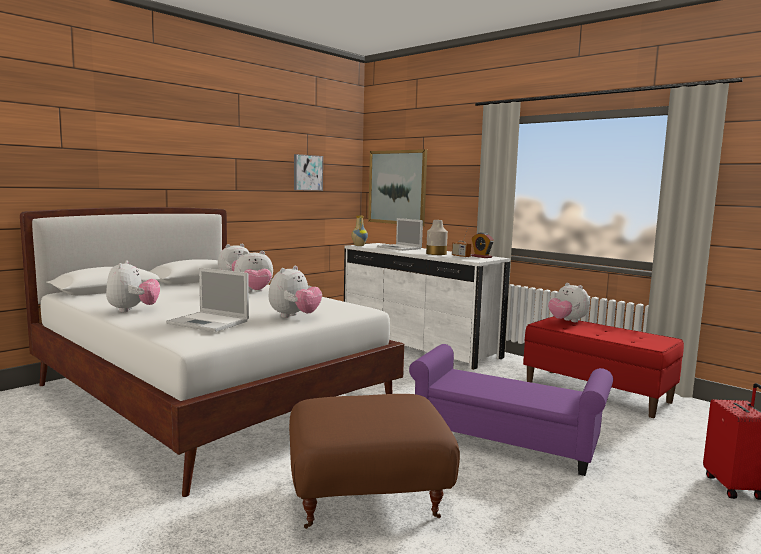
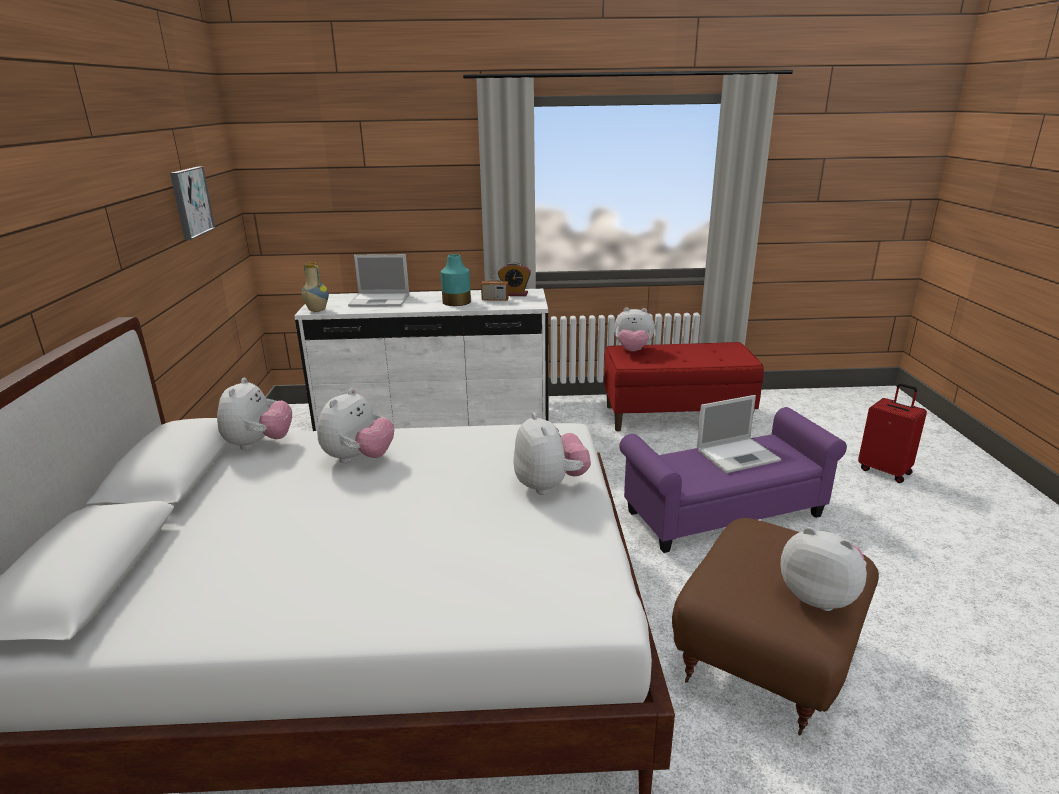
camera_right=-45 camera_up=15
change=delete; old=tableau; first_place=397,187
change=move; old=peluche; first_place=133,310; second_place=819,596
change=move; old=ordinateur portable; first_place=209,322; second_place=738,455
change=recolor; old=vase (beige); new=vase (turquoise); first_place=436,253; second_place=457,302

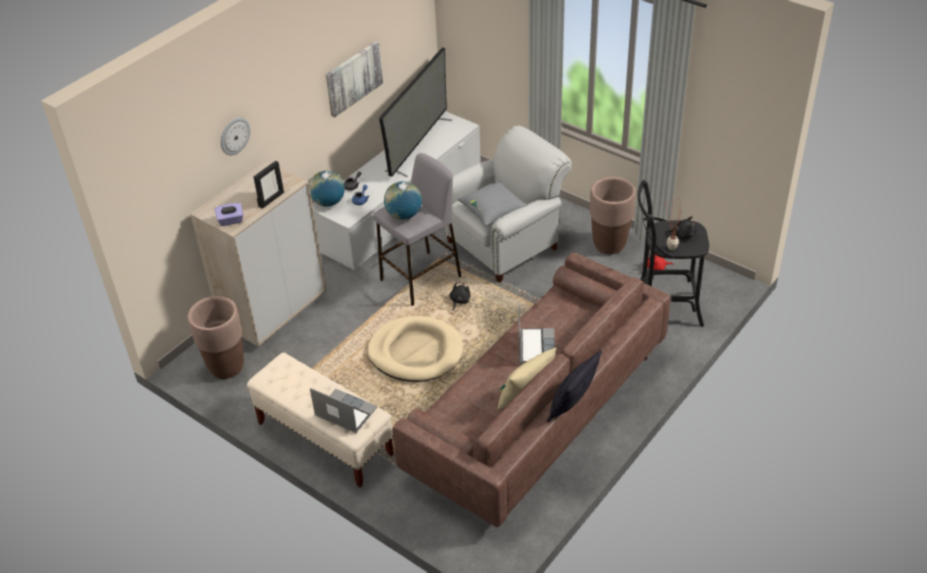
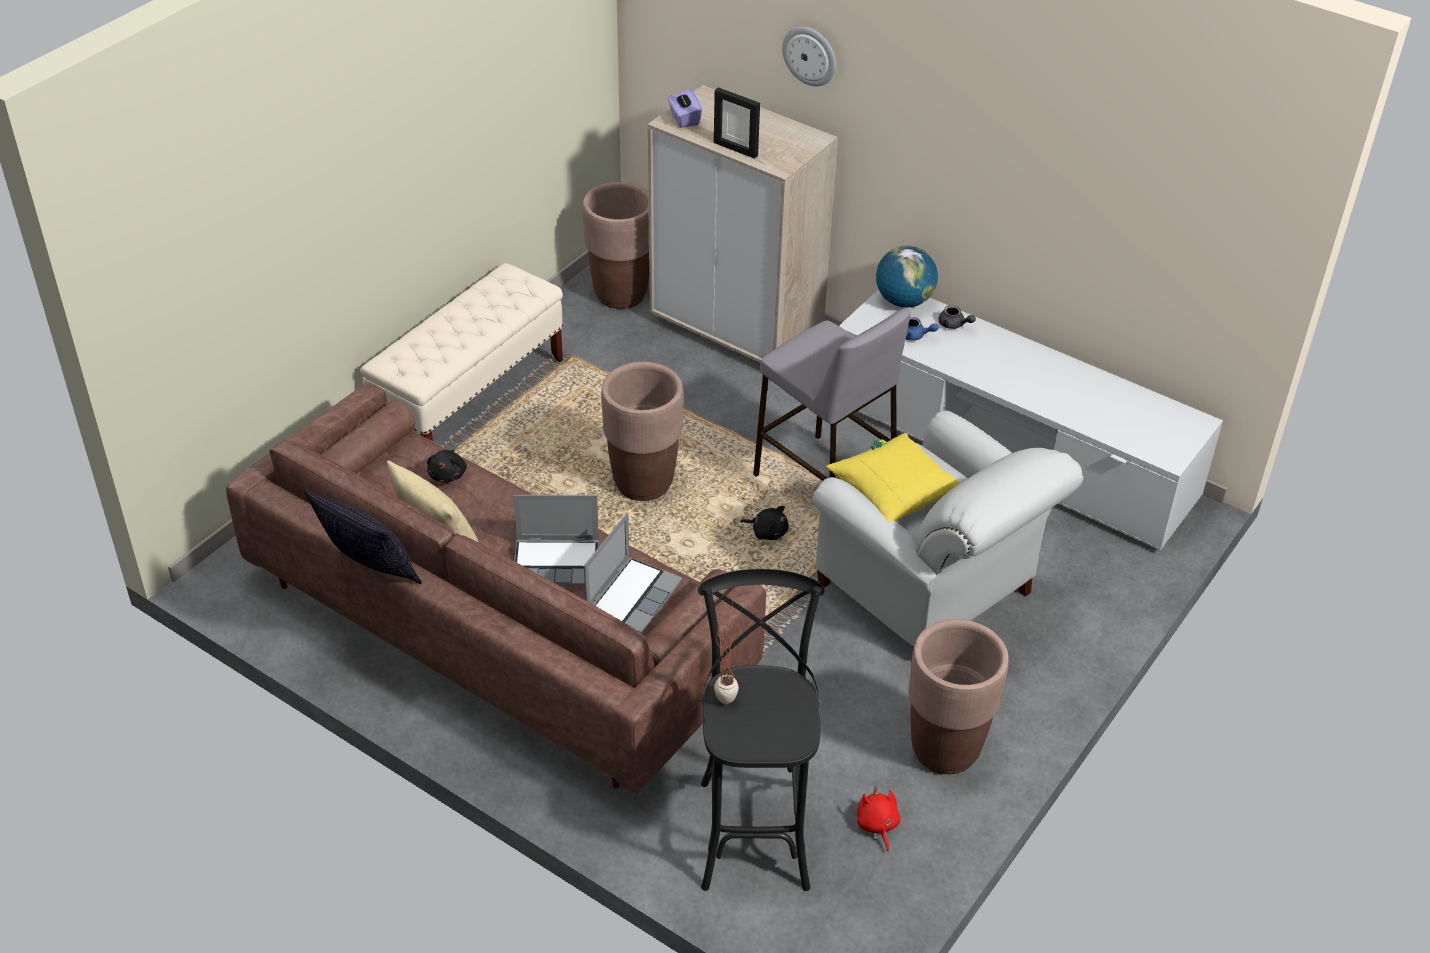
camera_right=85 camera_up=0
change=delete; old=tableau; first_place=353,78
change=delete; old=téléviseur; first_place=418,145
change=delete; old=globe; first_place=404,215
change=move; old=ordinateur portable; first_place=344,412; second_place=633,596
change=move; old=peluche (noir); first_place=682,234; second_place=448,474
change=replace; old=panier pour chien (beige); new=cache-pot (marron); first_place=415,352; second_place=643,483
change=recolor; old=coussin (gris); new=coussin (jaune); first_place=493,211; second_place=894,493

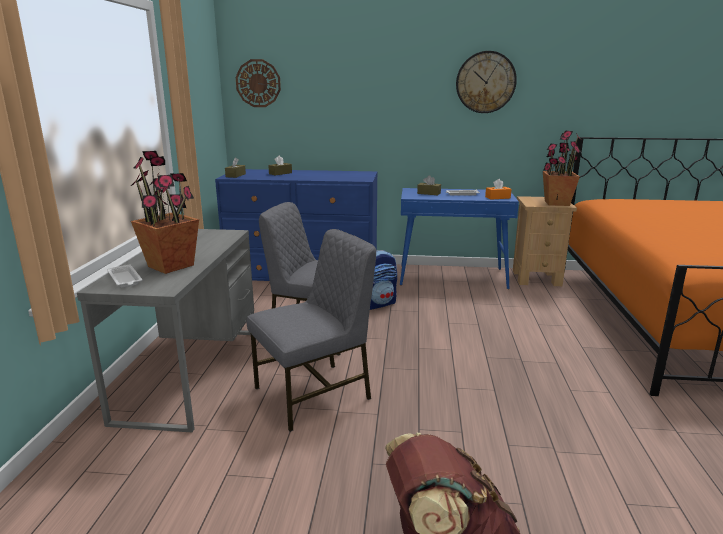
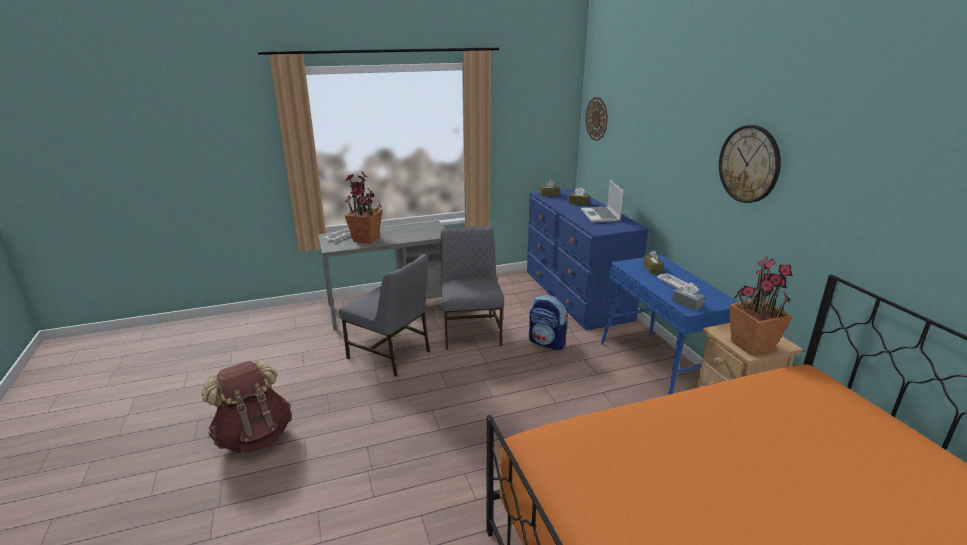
camera_right=65 camera_up=5
change=insert; new=ordinateur portable; second_place=601,216
change=recolor; old=boîte à mouchoirs (orange); new=boîte à mouchoirs (gris); first_place=497,197; second_place=687,303

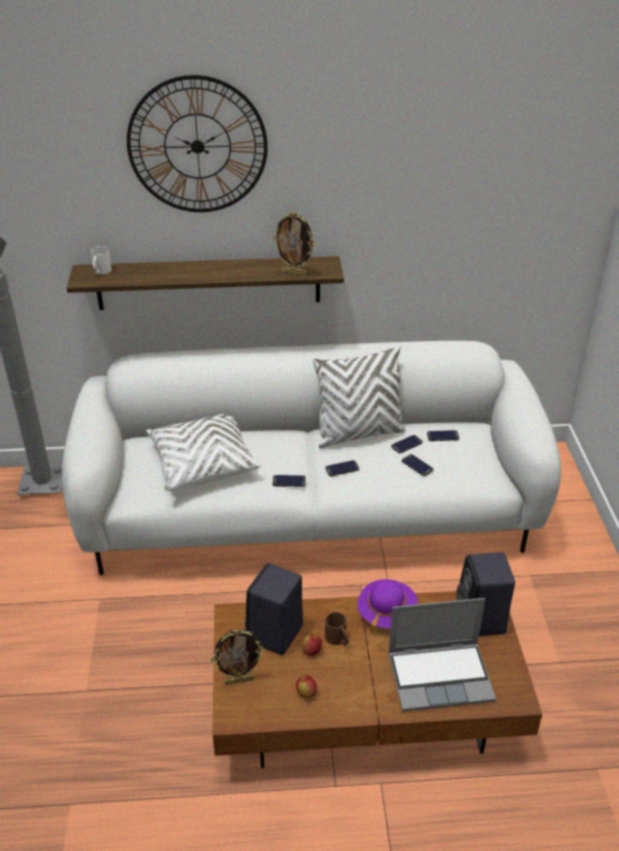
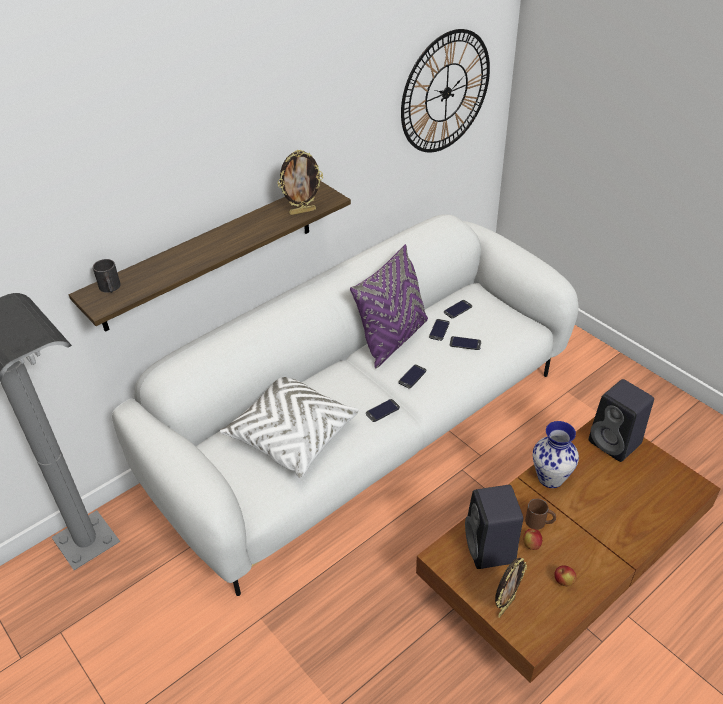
camera_right=-35 camera_up=5
change=delete; old=ordinateur portable; first_place=441,676
change=move; old=horloge murale; first_place=197,146; second_place=446,92
change=replace; old=chapeau (violet); new=vase; first_place=386,613; second_place=550,478
change=recolor; old=mug (blanc); new=mug (noir); first_place=100,271; second_place=110,288
change=recolor; old=coussin (blanc); new=coussin (violet); first_place=358,433; second_place=393,339

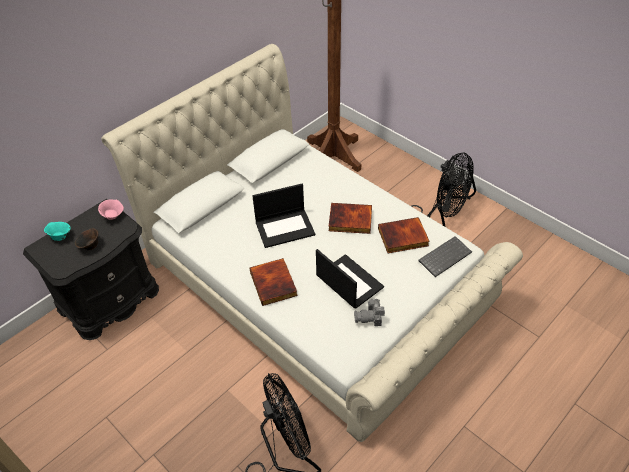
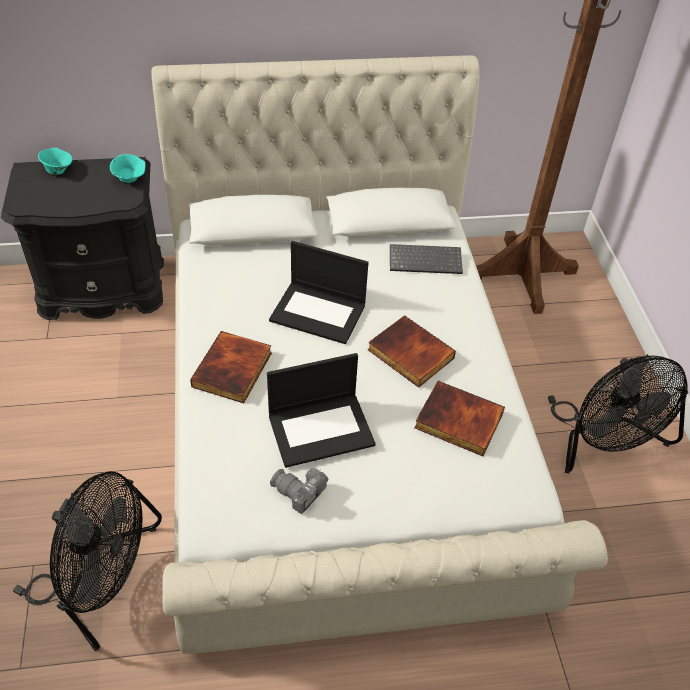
camera_right=35 camera_up=0
change=delete; old=bol (marron); first_place=90,246
change=move; old=clavier; first_place=444,256; second_place=426,260
change=recolor; old=bol (rose); new=bol (turquoise); first_place=113,216; second_place=130,179
change=rotate; old=ordinateur portable; first_place=348,281; second_place=321,429; degrees=75

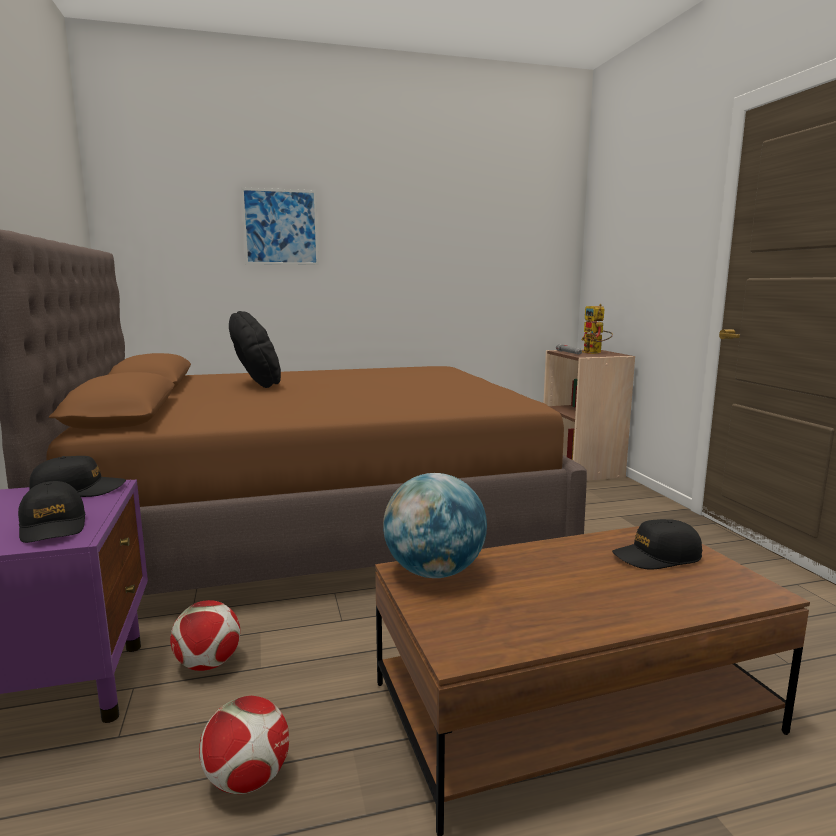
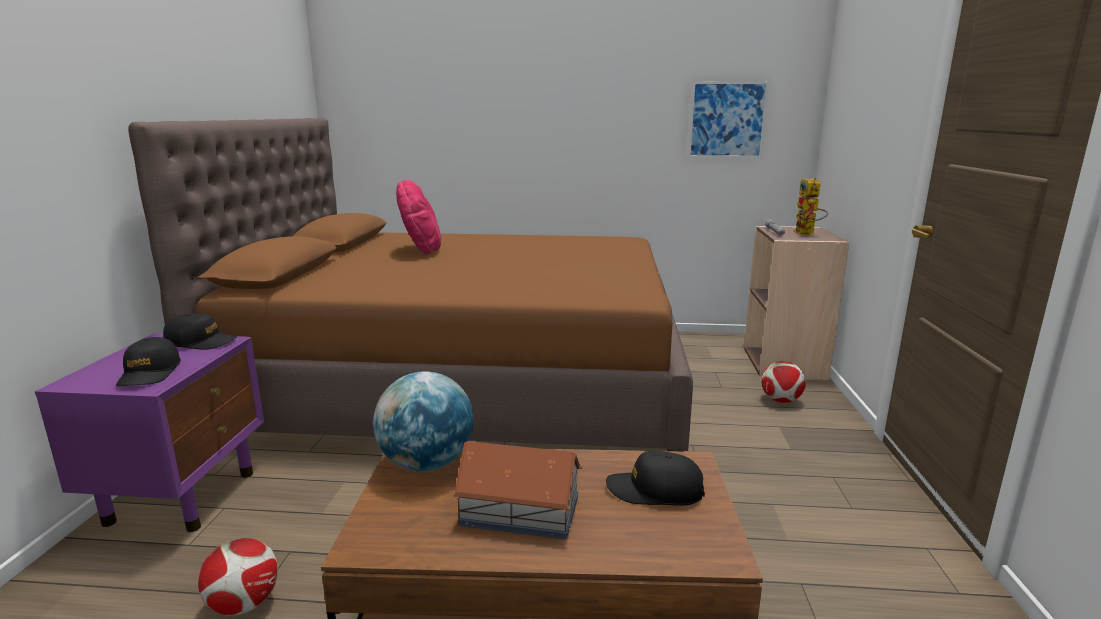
camera_right=20 camera_up=5
change=insert; new=maison miniature; second_place=519,510
change=move; old=ballon de foot; first_place=208,664; second_place=780,400
change=move; old=tableau; first_place=280,227; second_place=727,120
change=recolor; old=coussin (noir); new=coussin (rose); first_place=256,386; second_place=421,251

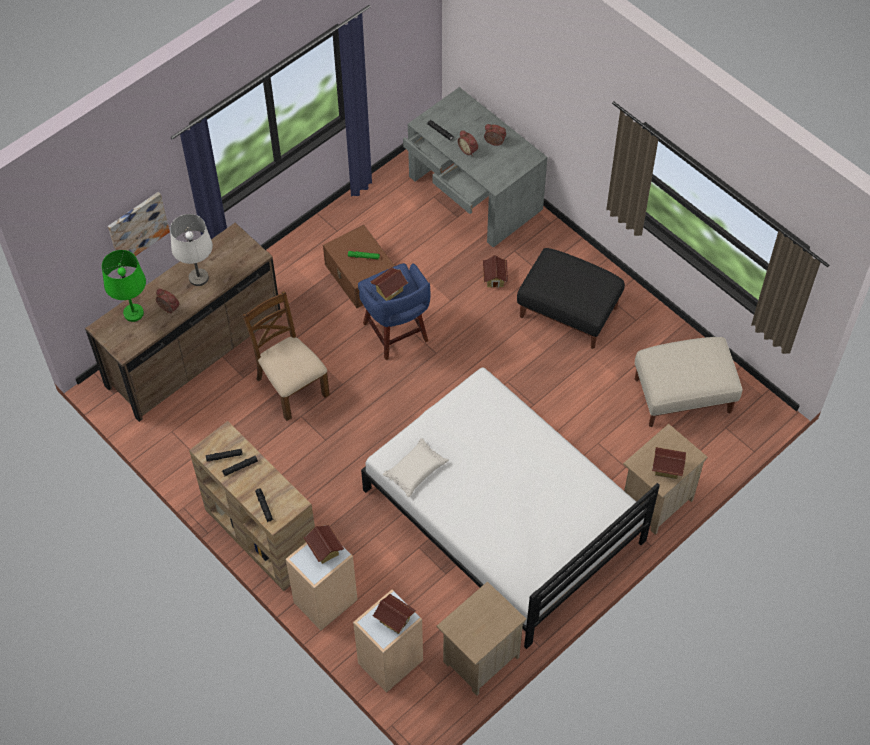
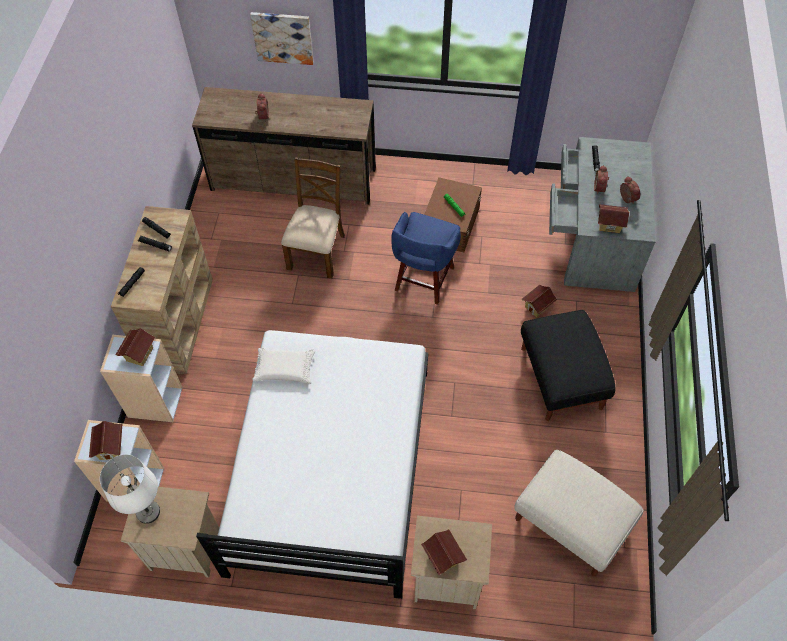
camera_right=50 camera_up=0
change=delete; old=lampe de table (vert); first_place=133,313
change=move; old=lampe de table (blanc); first_place=199,277; second_place=148,512
change=move; old=maison miniature; first_place=389,290; second_place=609,225

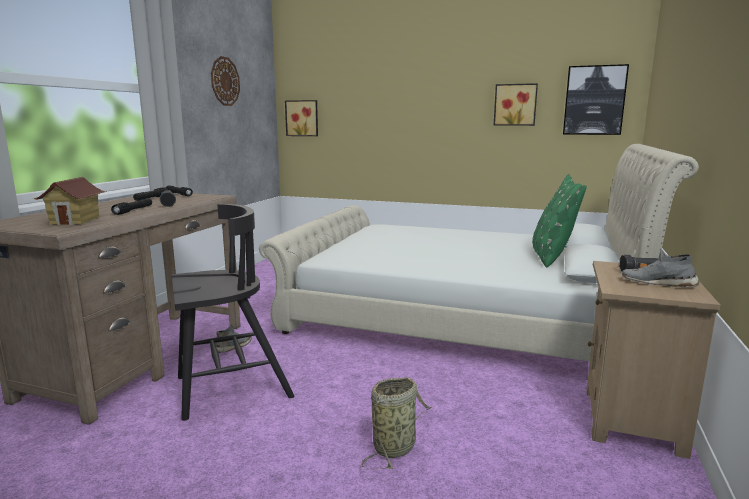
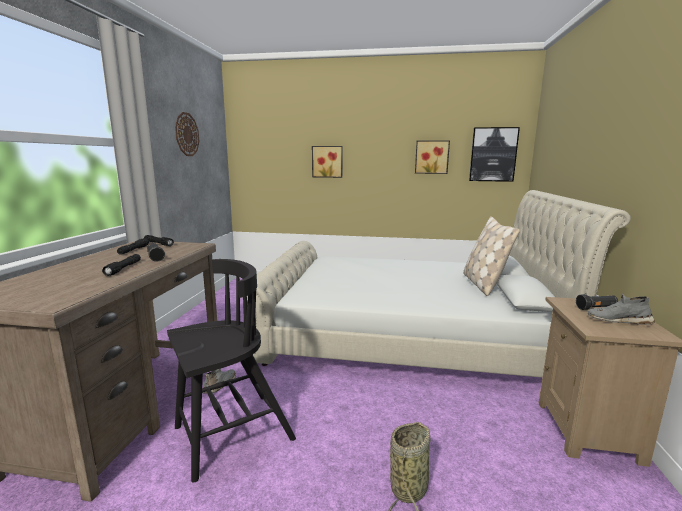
camera_right=-10 camera_up=0
change=delete; old=maison miniature; first_place=75,221
change=move; old=tableau; first_place=302,118; second_place=327,161
change=recolor; old=coussin (vert); new=coussin (beige); first_place=551,256; second_place=483,284

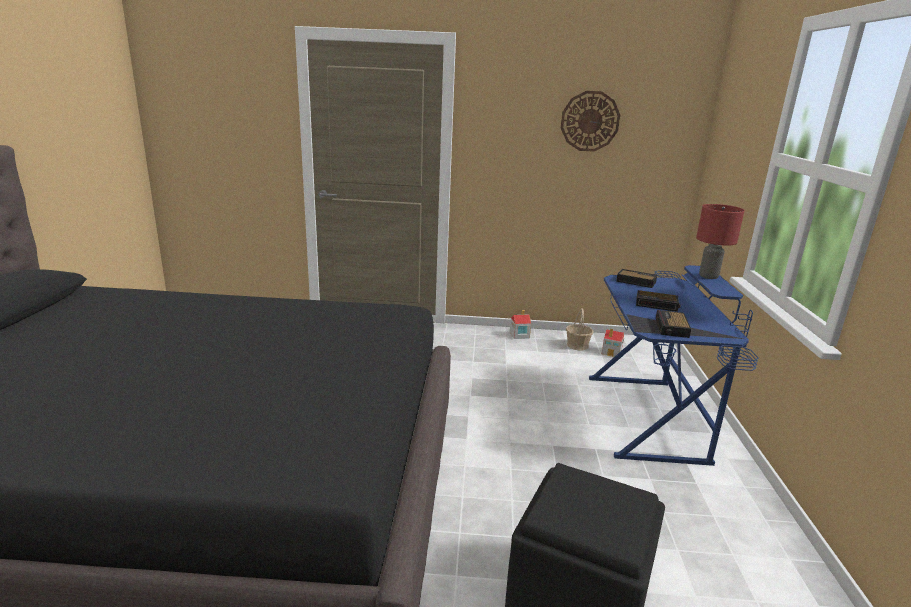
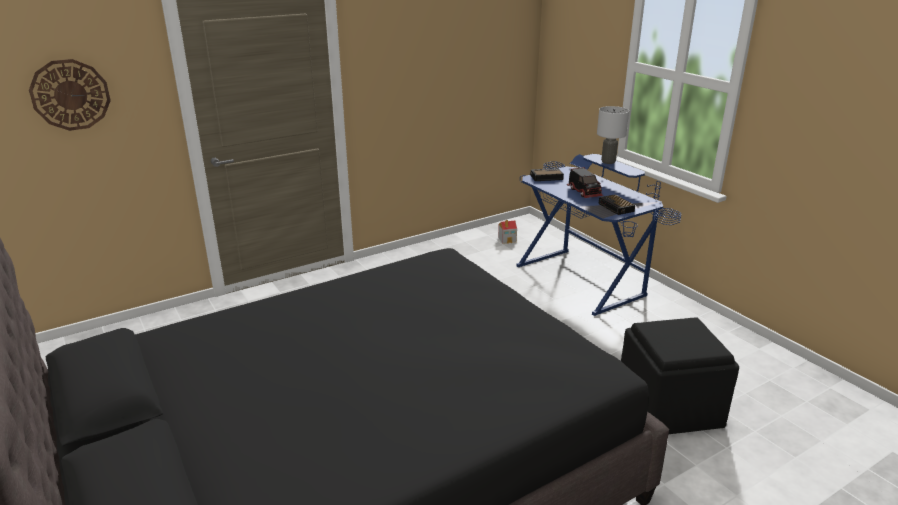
camera_right=-35 camera_up=5
change=delete; old=maison miniature; first_place=519,335
change=delete; old=panier; first_place=577,345
change=move; old=horloge murale; first_place=590,121; second_place=70,95
change=replace; old=réveil; new=camion jouet; first_place=657,304; second_place=584,192
change=recolor; old=lampe de table (rouge); new=lampe de table (blanc); first_place=709,277; second_place=609,162

